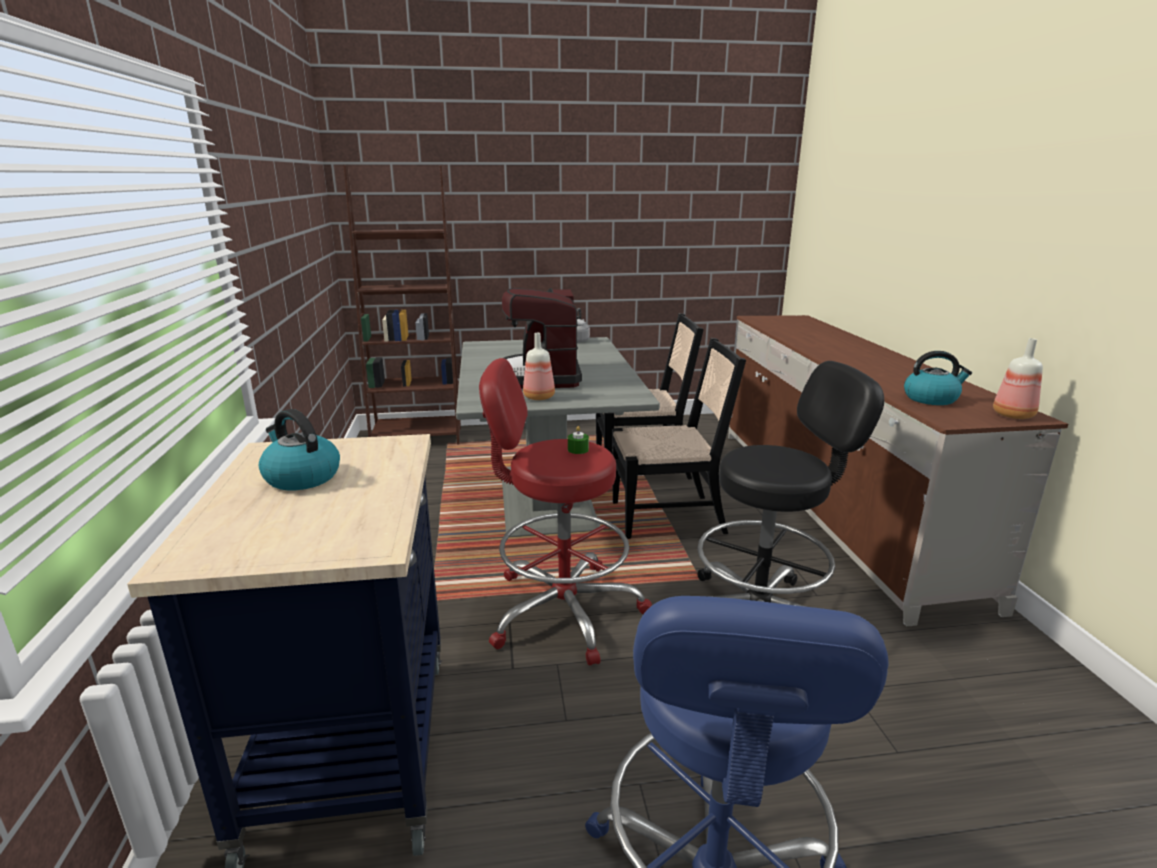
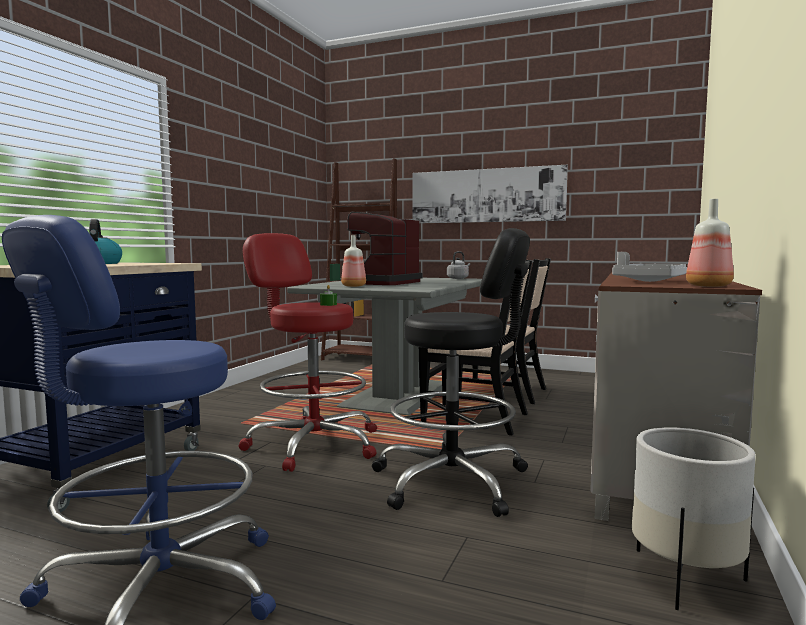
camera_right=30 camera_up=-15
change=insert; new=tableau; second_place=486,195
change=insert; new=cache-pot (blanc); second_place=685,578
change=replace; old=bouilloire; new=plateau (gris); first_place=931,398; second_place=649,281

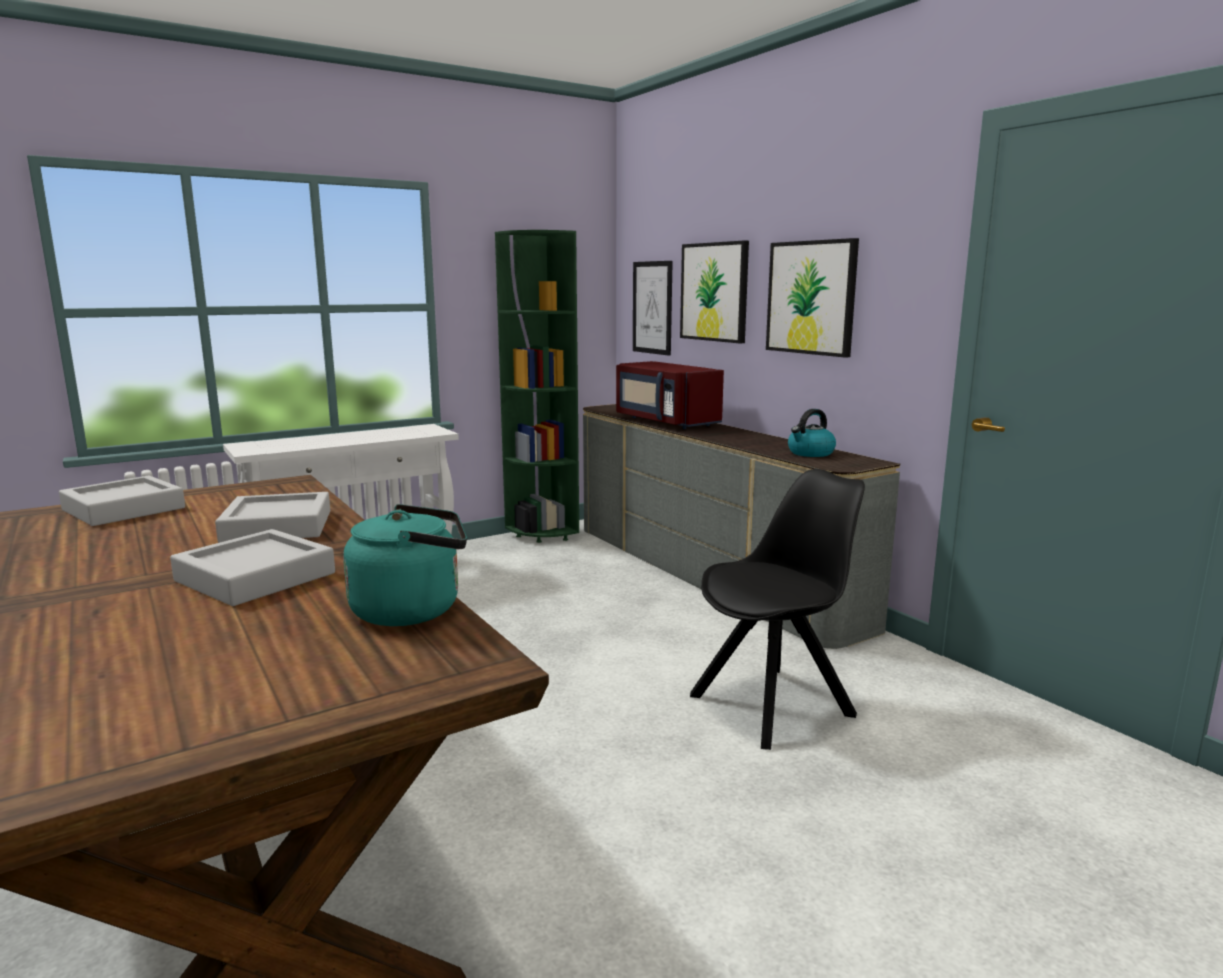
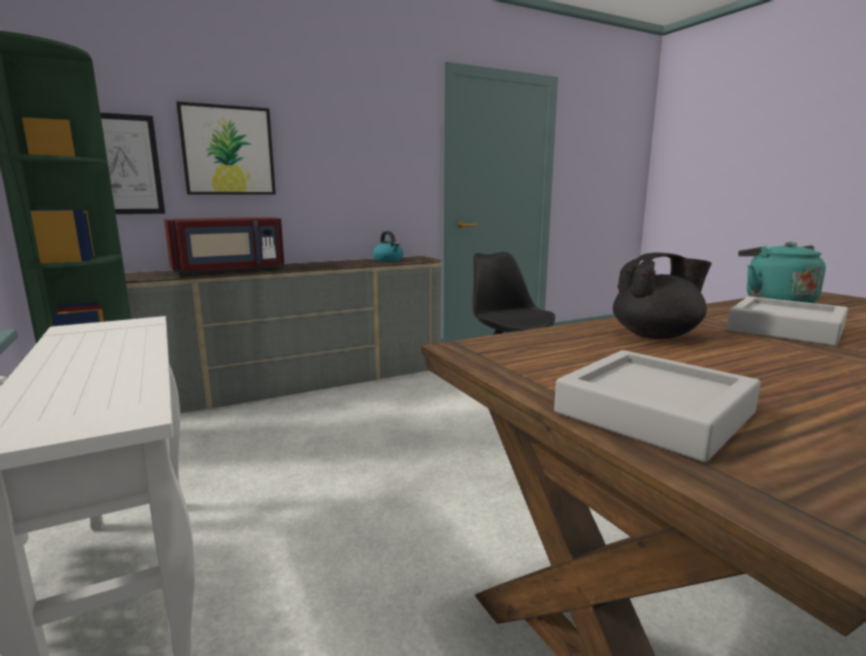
camera_right=-85 camera_up=0
change=delete; old=tableau; first_place=811,297
change=replace; old=plateau (gris); new=théière (noir); first_place=277,526; second_place=656,335

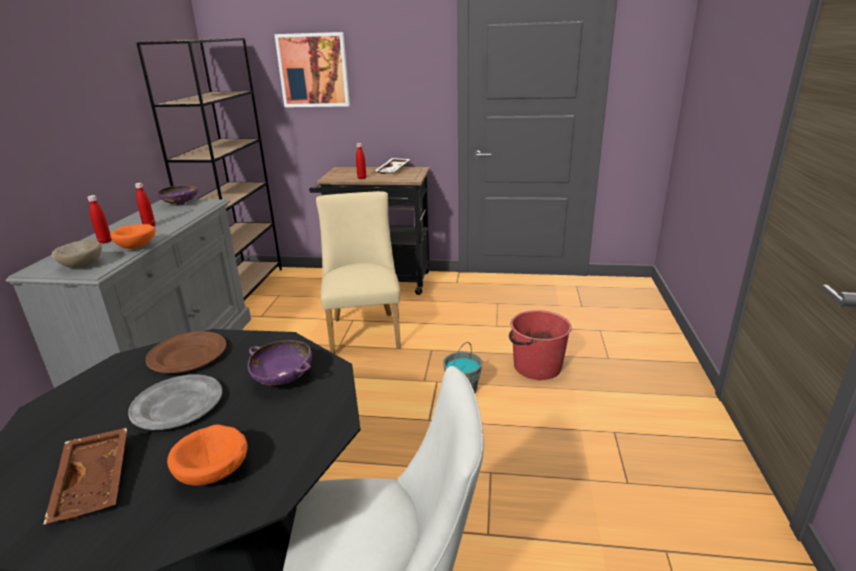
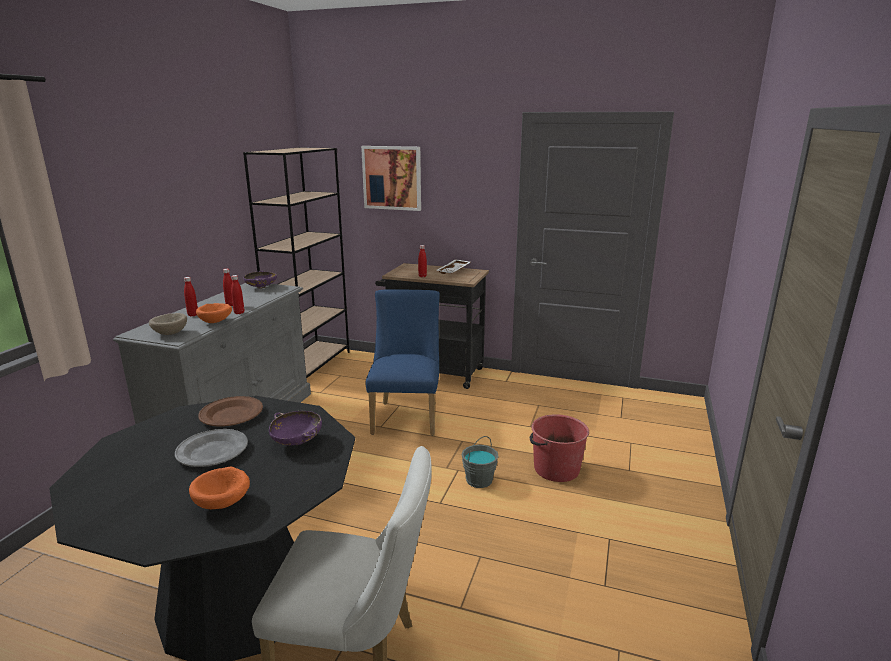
camera_right=10 camera_up=-5
change=delete; old=plateau (marron); first_place=96,482
change=insert; new=bouteille (rouge); second_place=239,313
change=recolor; old=chaise (beige); new=chaise (bleu); first_place=364,330; second_place=406,415

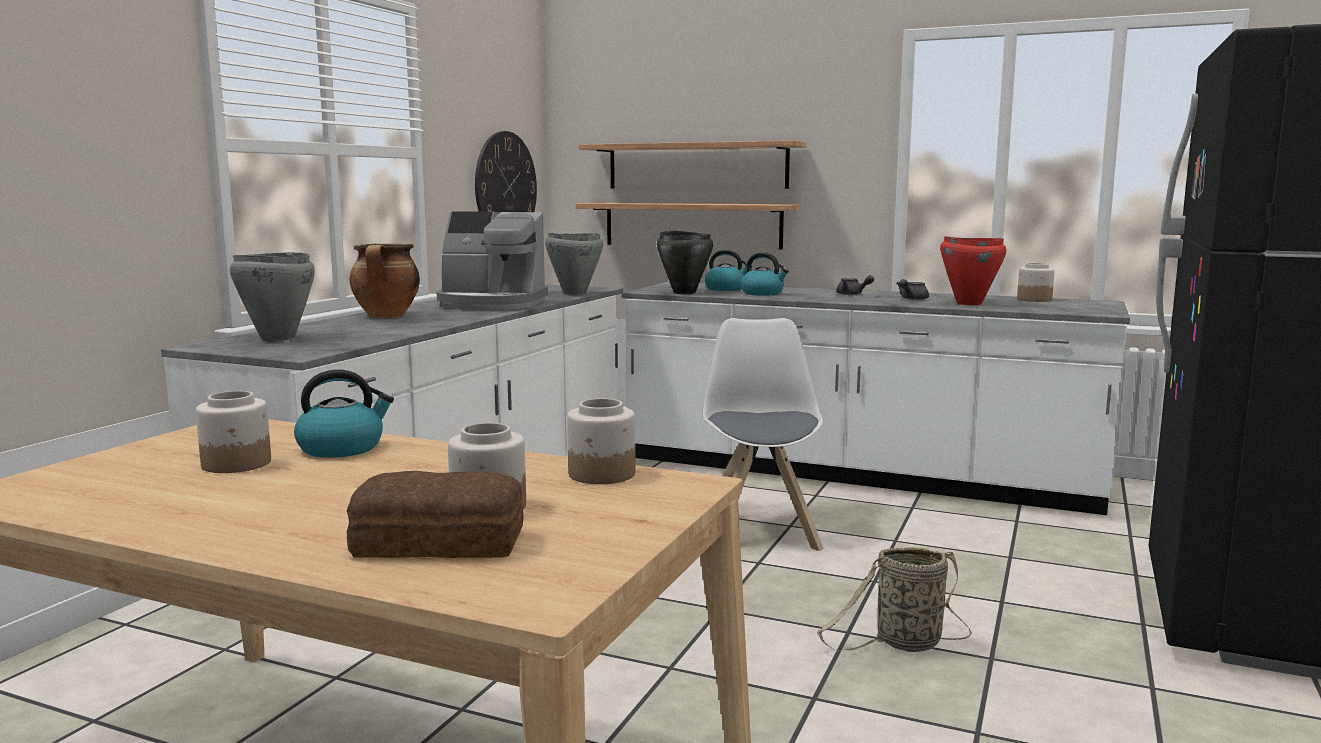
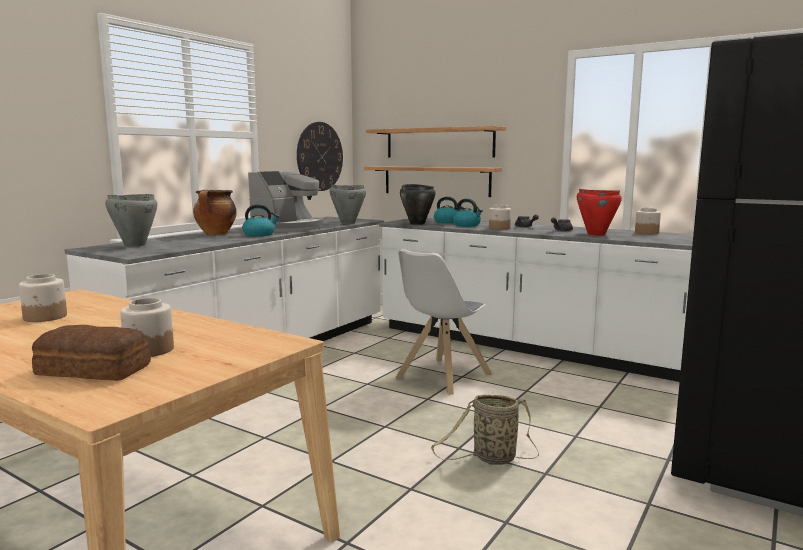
camera_right=10 camera_up=0
change=move; old=bouilloire; first_place=342,448; second_place=259,234
change=move; old=bocal; first_place=602,474; second_place=499,228
change=rotate; old=machine à café; first_place=491,304; second_place=288,228; degrees=-75
change=rotate; old=chaise; first_place=760,528; second_place=441,377; degrees=-150

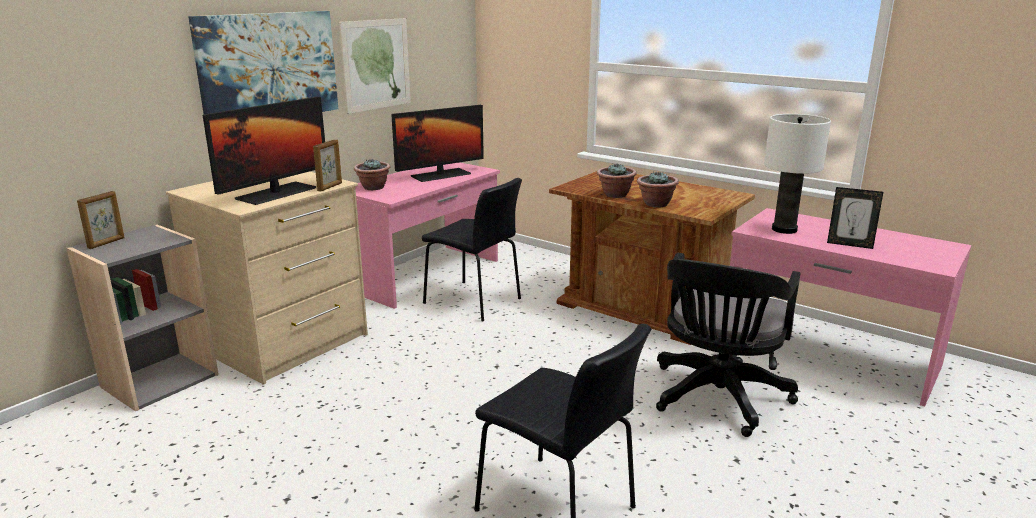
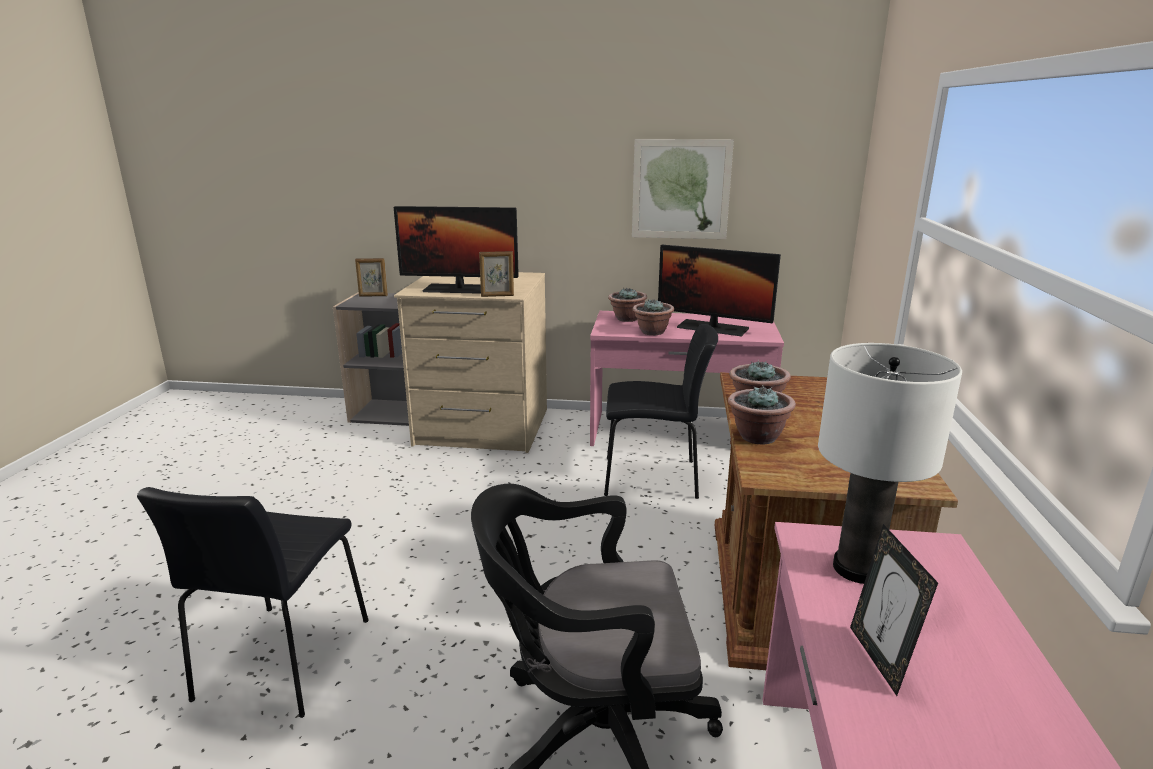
camera_right=60 camera_up=0
change=delete; old=tableau; first_place=269,67
change=insert; new=plante en pot; second_place=652,332
change=rotate; old=chaise (noir); first_place=475,301; second_place=654,478; degrees=-90

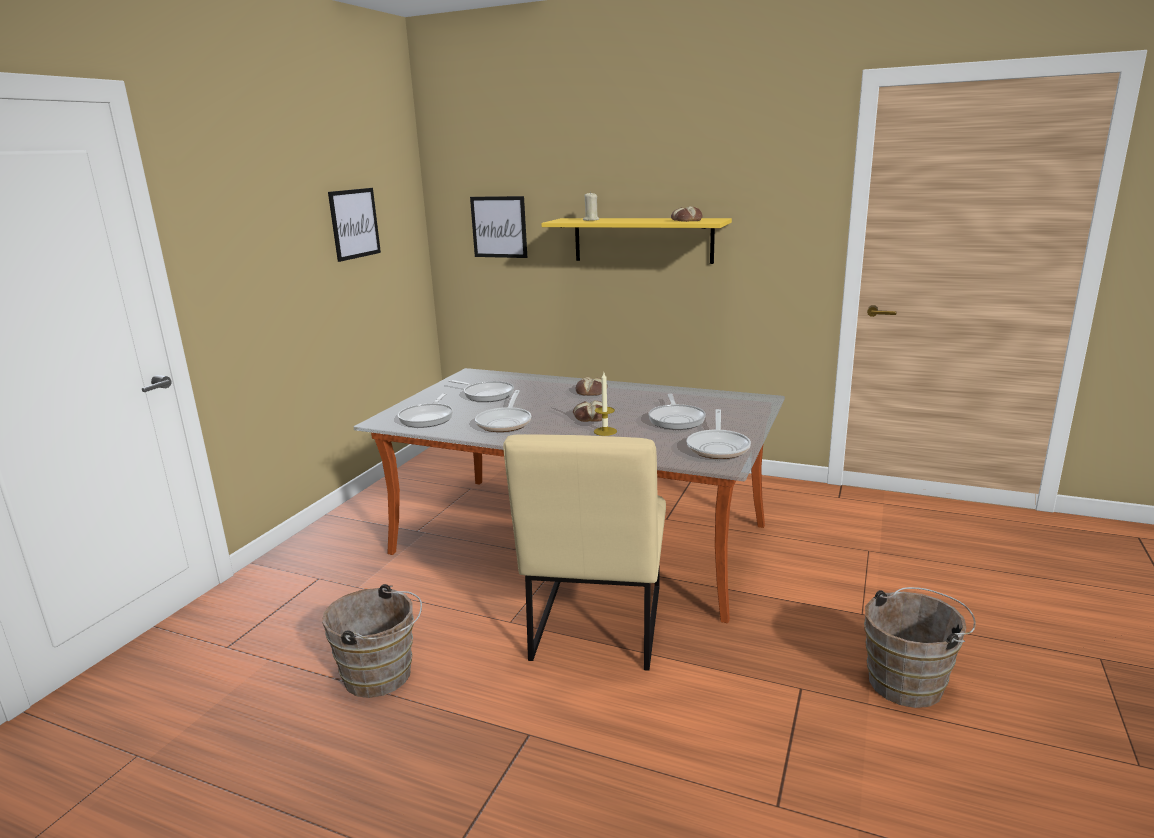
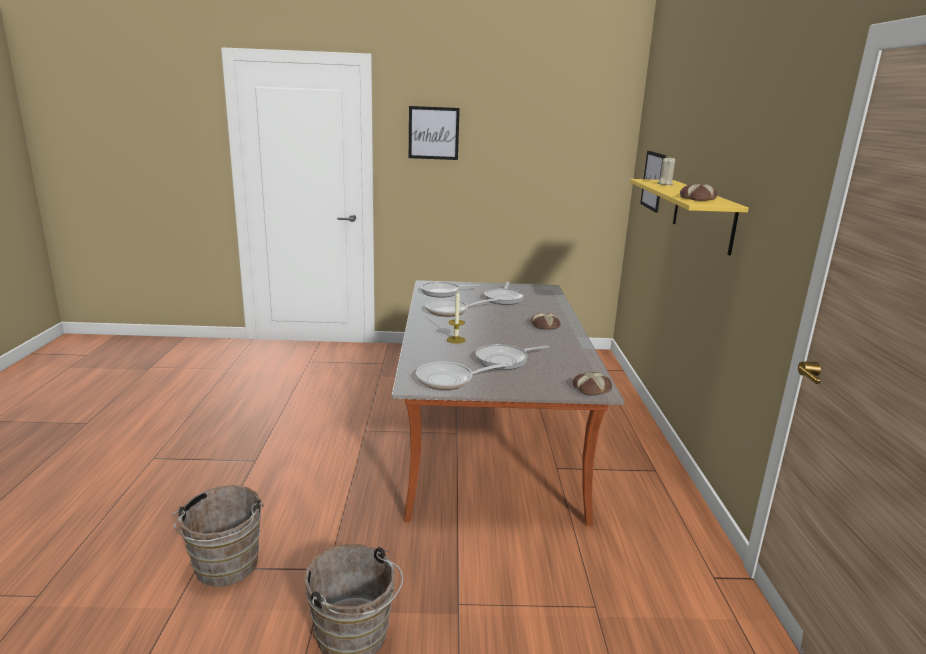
camera_right=65 camera_up=0
change=delete; old=chaise (beige); first_place=596,625
change=move; old=seau (marron); first_place=383,676; second_place=225,569
change=move; old=tableau; first_place=354,223; second_place=433,133
change=move; old=pain; first_place=590,417; second_place=591,388

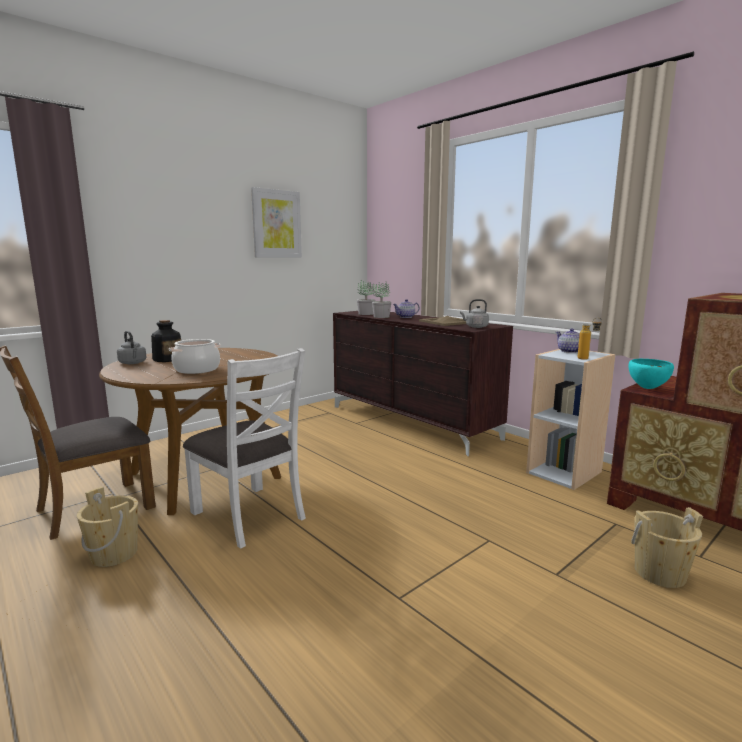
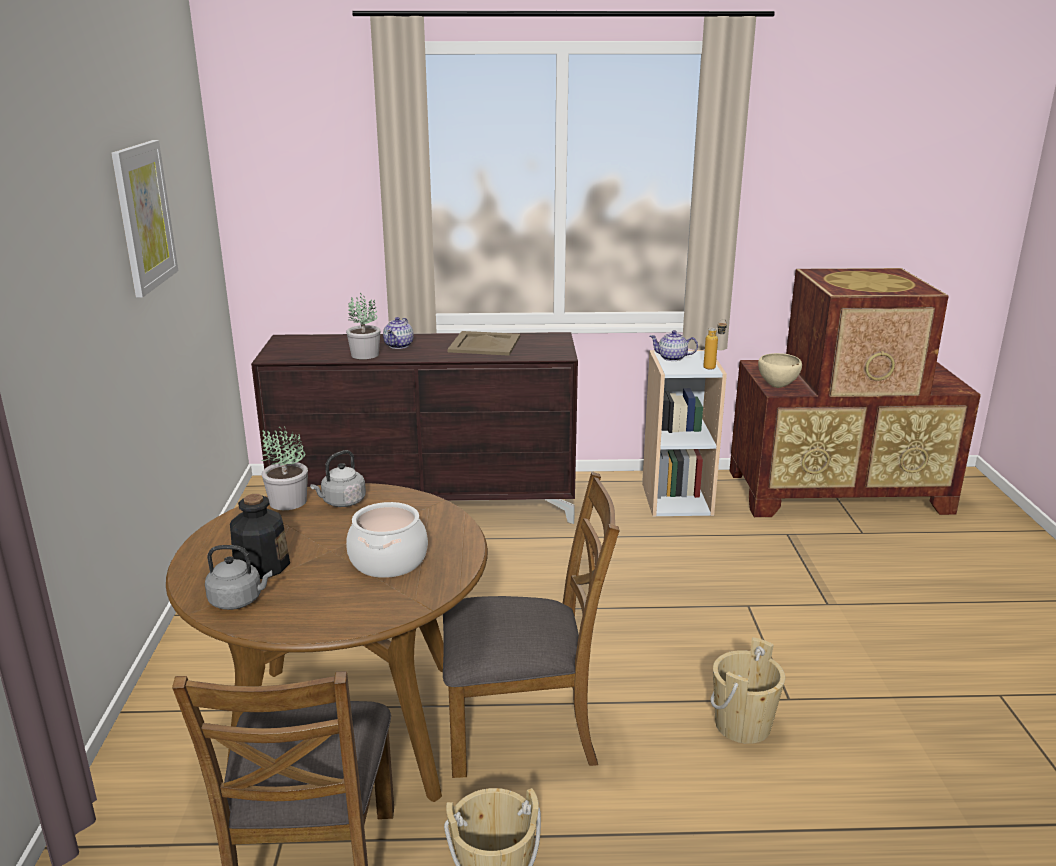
camera_right=-50 camera_up=10
change=move; old=plante en pot; first_place=365,314; second_place=287,502
change=move; old=bouilloire (gris); first_place=475,327; second_place=342,502
change=move; old=seau (beige); first_place=659,573; second_place=742,724
change=recolor; old=chaise (blanc); new=chaise (marron); first_place=249,515; second_place=523,730
change=recolor; old=bol (turquoise); new=bol (beige); first_place=647,388; second_place=778,386

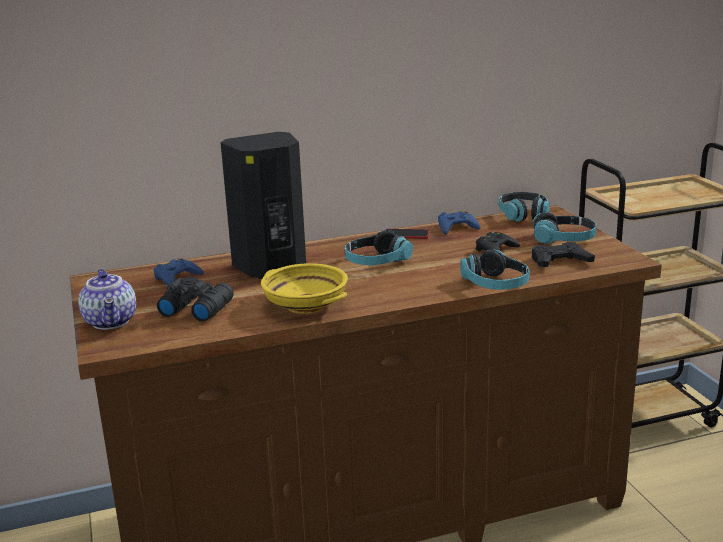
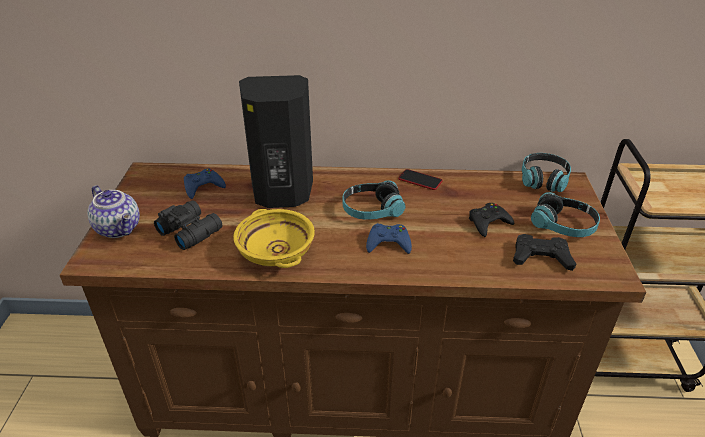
camera_right=20 camera_up=15
change=delete; old=casque audio; first_place=495,284
change=move; old=manette (bleu); first_place=456,227; second_place=388,243
change=rotate; old=théière; first_place=112,322; second_place=120,228; degrees=-45

